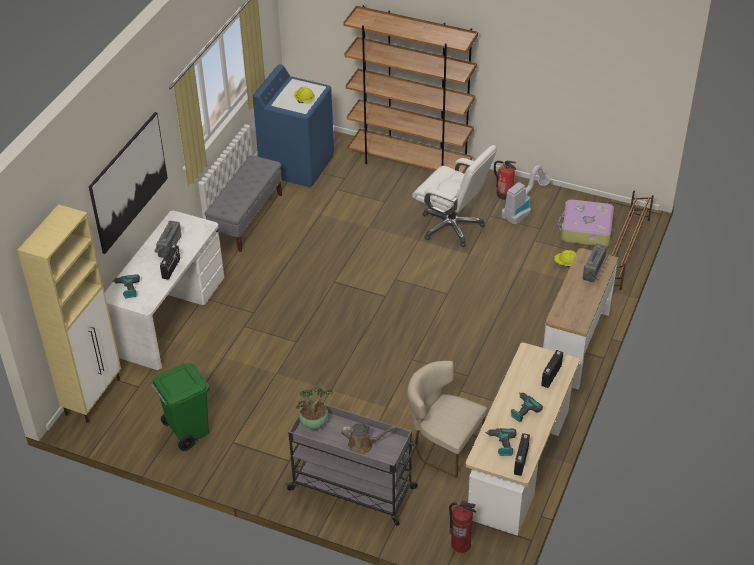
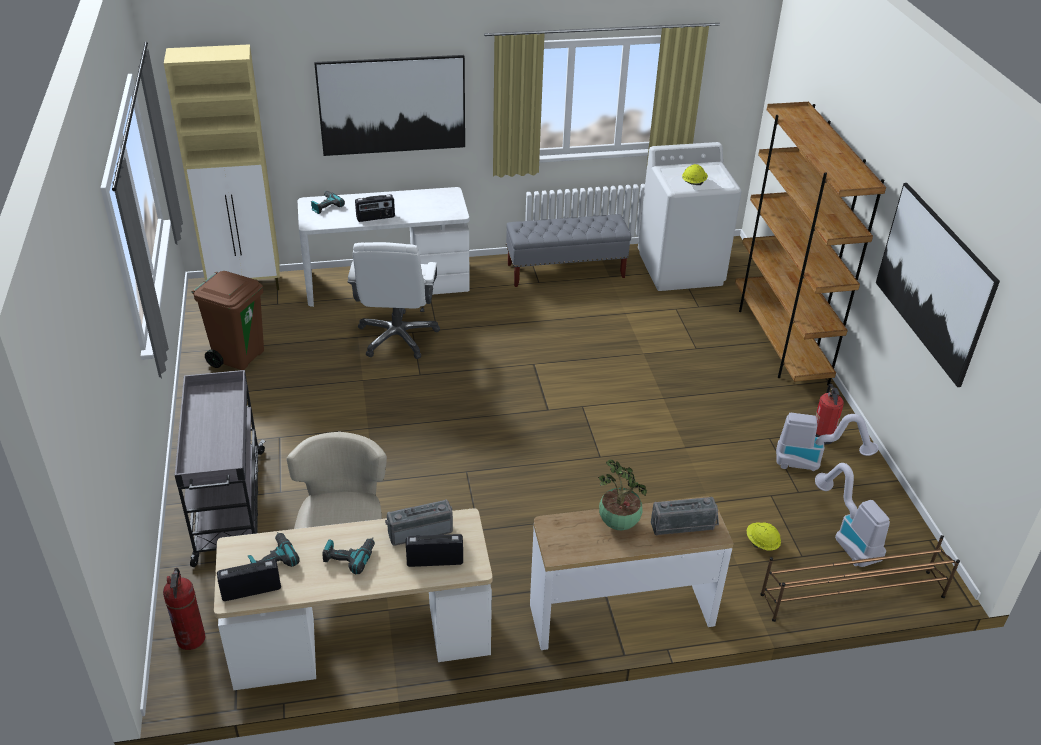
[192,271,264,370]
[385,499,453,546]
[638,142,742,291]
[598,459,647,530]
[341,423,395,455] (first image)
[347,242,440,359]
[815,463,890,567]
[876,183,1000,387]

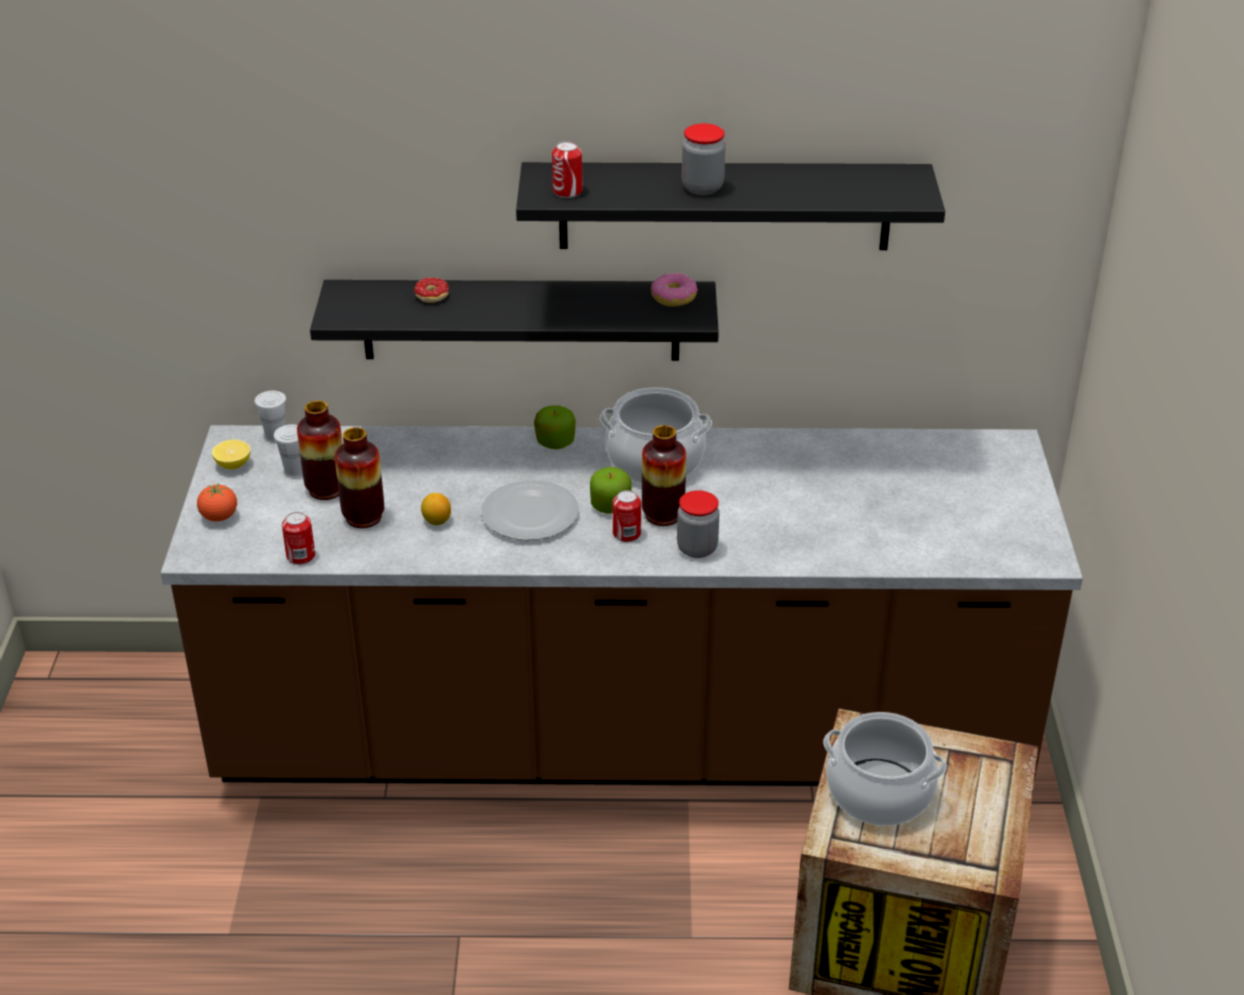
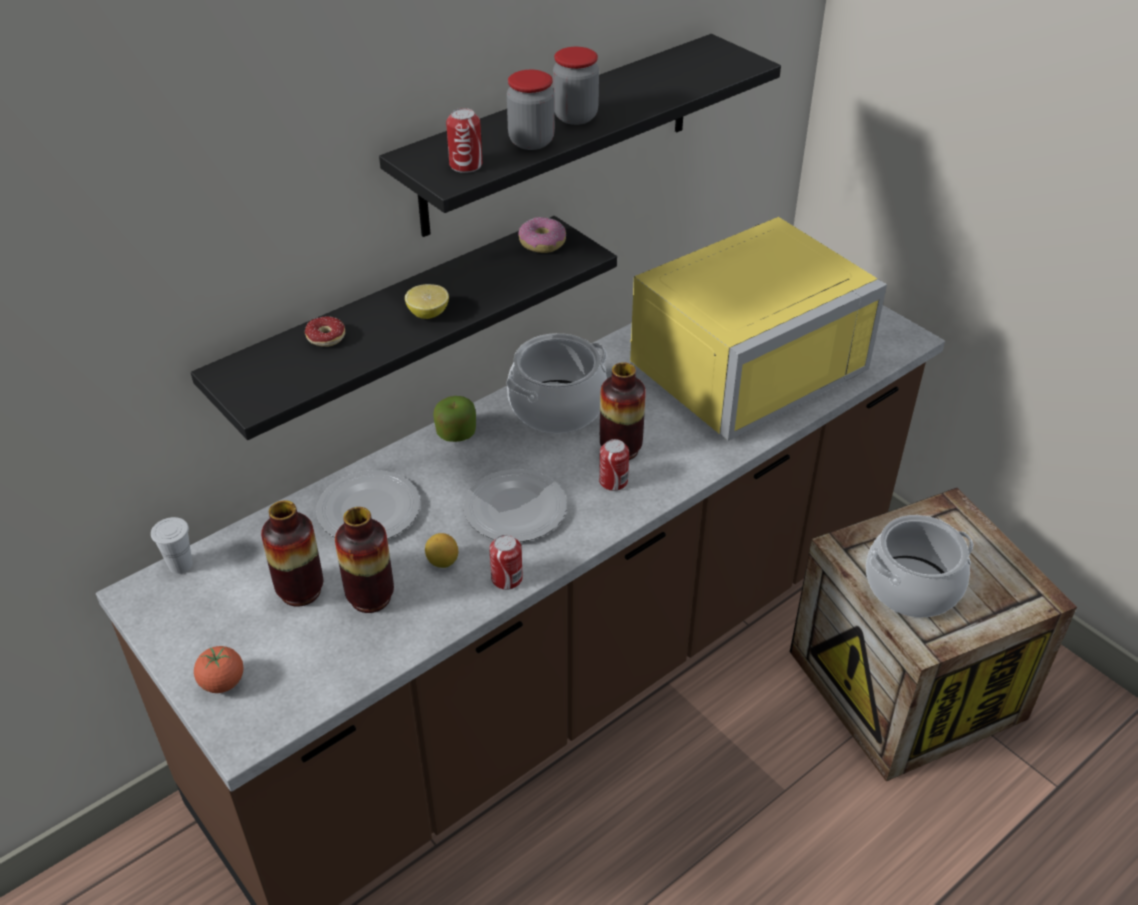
[405,284,449,319]
[274,424,302,476] (first image)
[489,535,523,590]
[590,467,632,514] (first image)
[507,70,555,150]
[316,470,420,539]
[630,217,887,441]

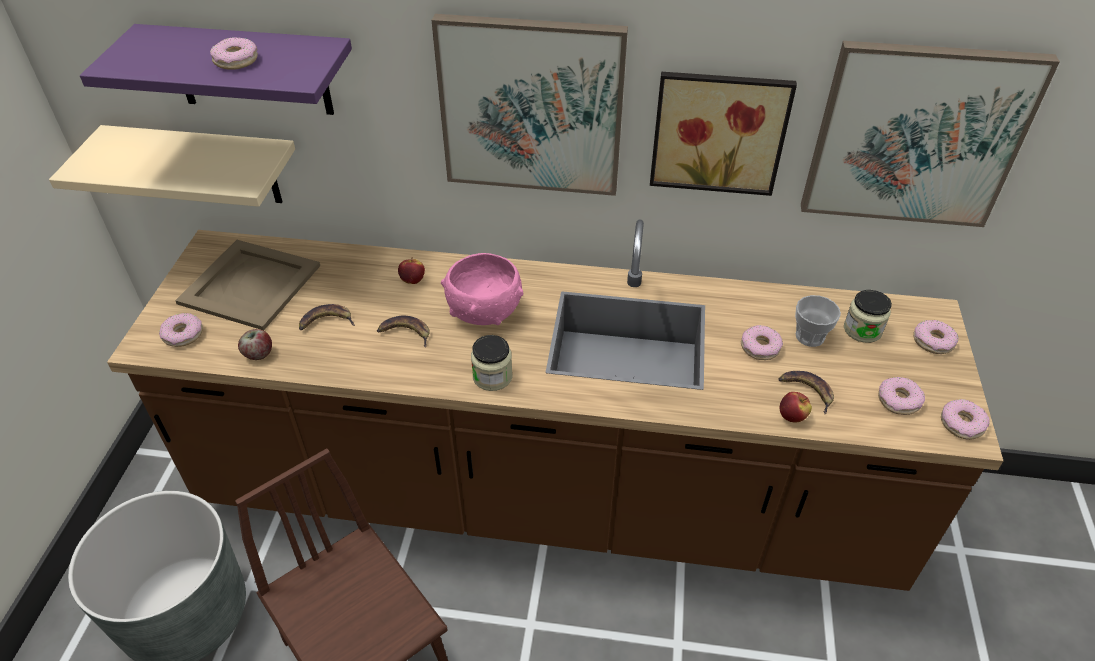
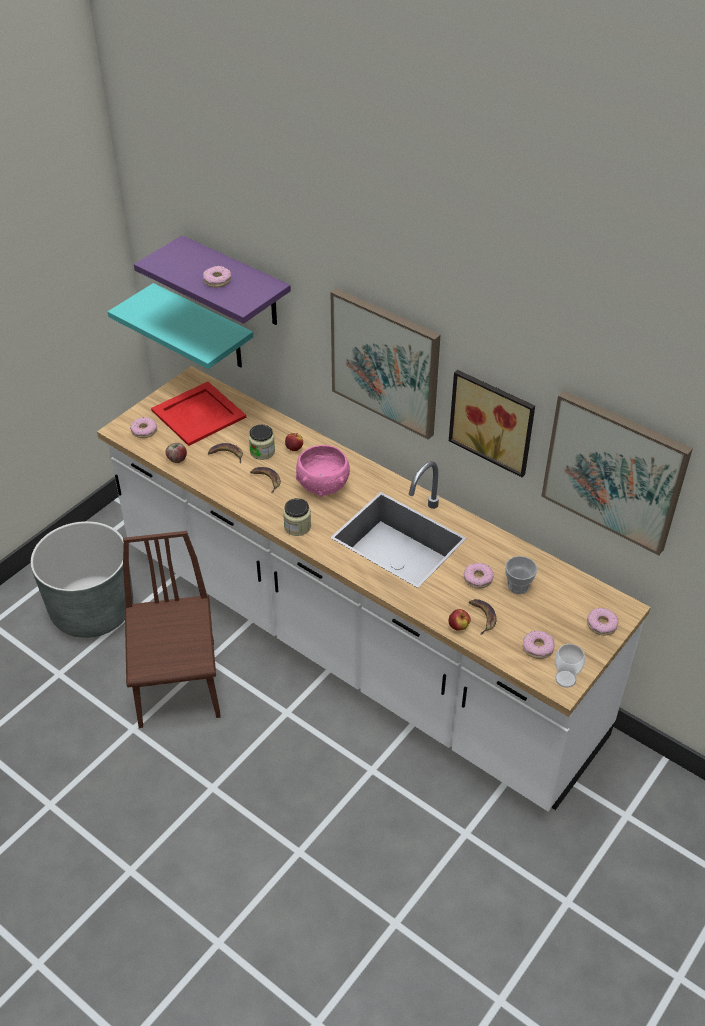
[108,283,253,369]
[97,366,651,812]
[151,382,246,446]
[249,425,275,460]
[555,644,585,688]

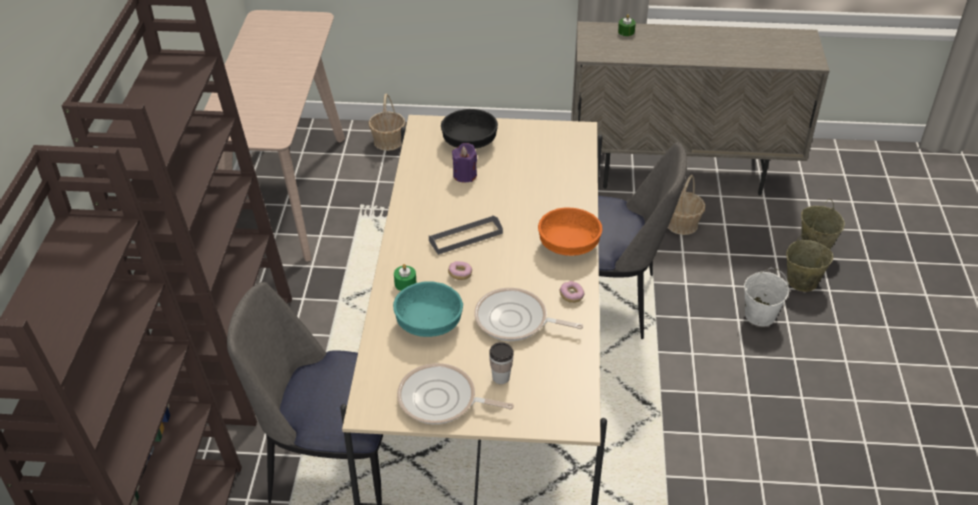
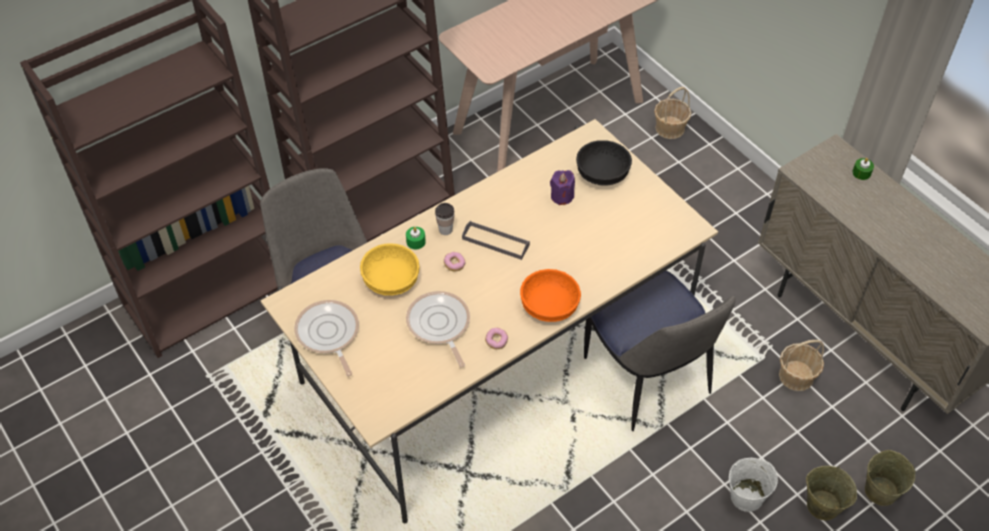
[360,243,420,296]
[435,203,455,235]

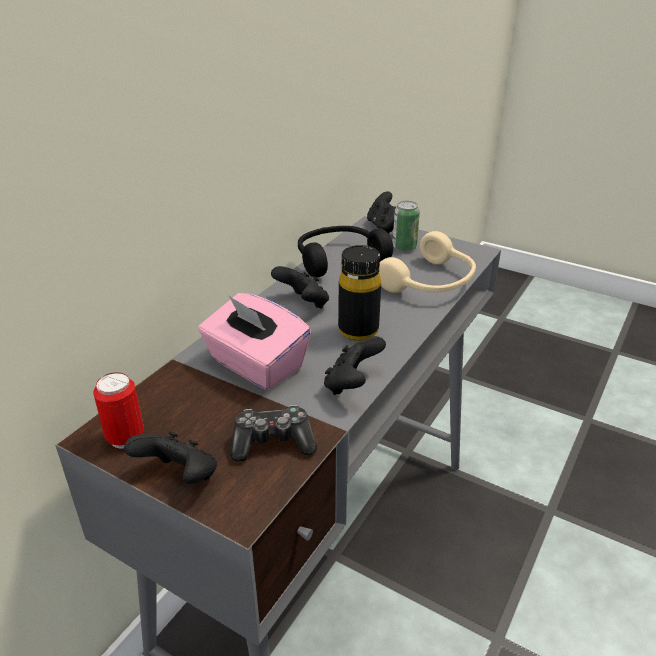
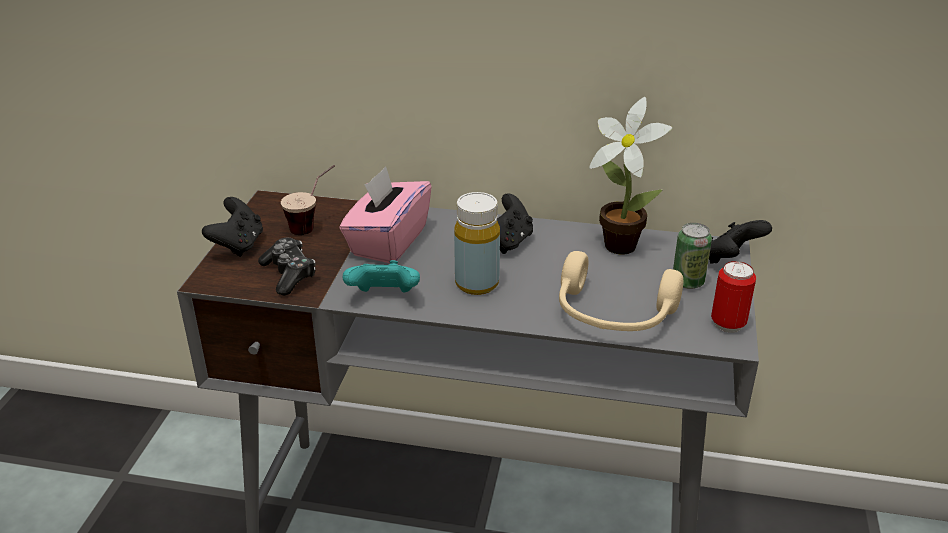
[711,261,756,333]
[589,97,672,254]
[343,260,420,292]
[454,192,500,295]
[281,165,335,235]

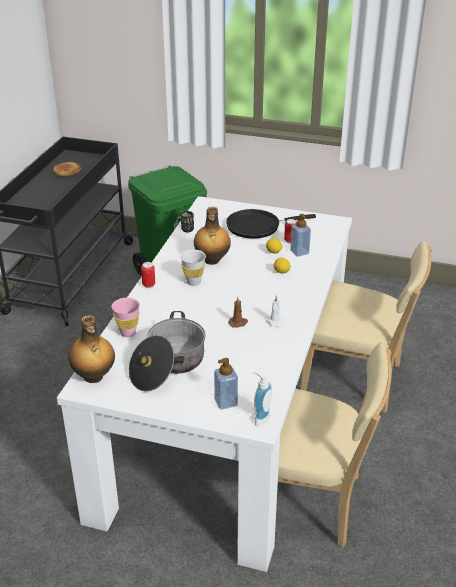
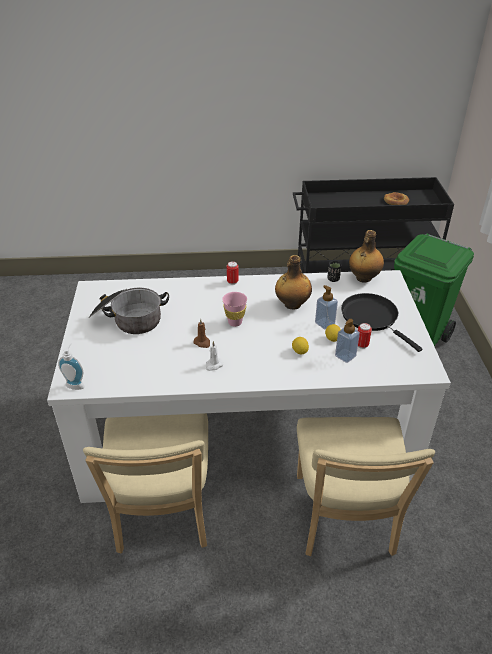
[349,230,384,283]
[222,292,247,327]
[180,250,206,286] (first image)
[315,285,338,329]

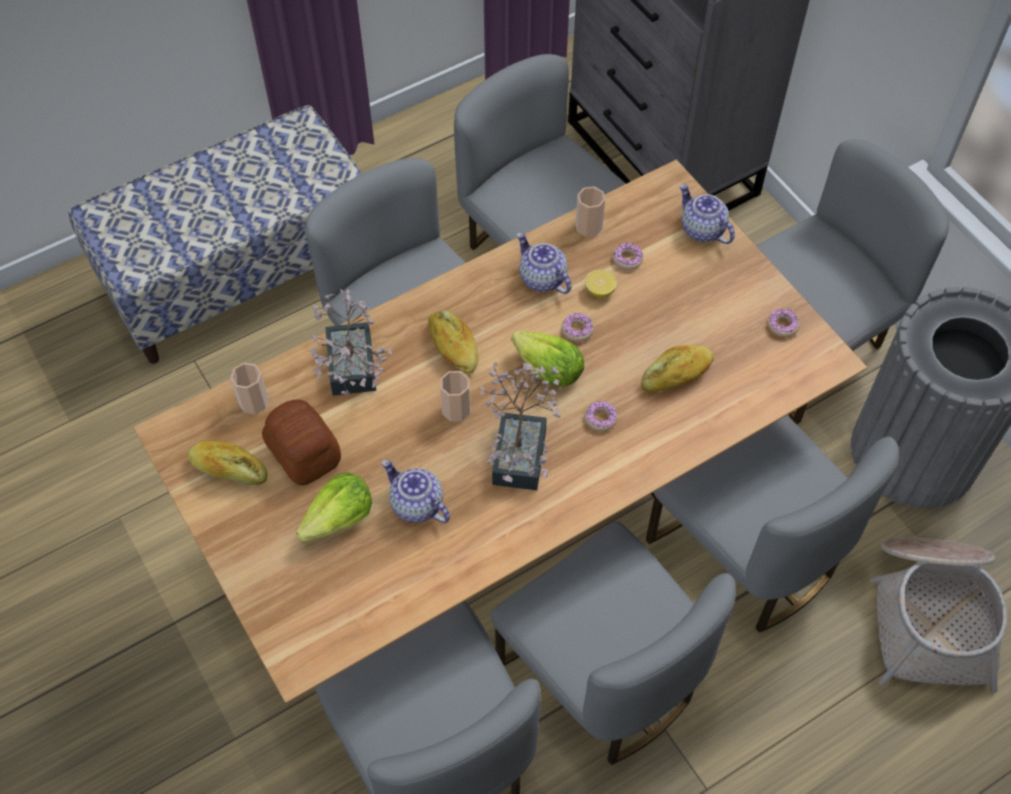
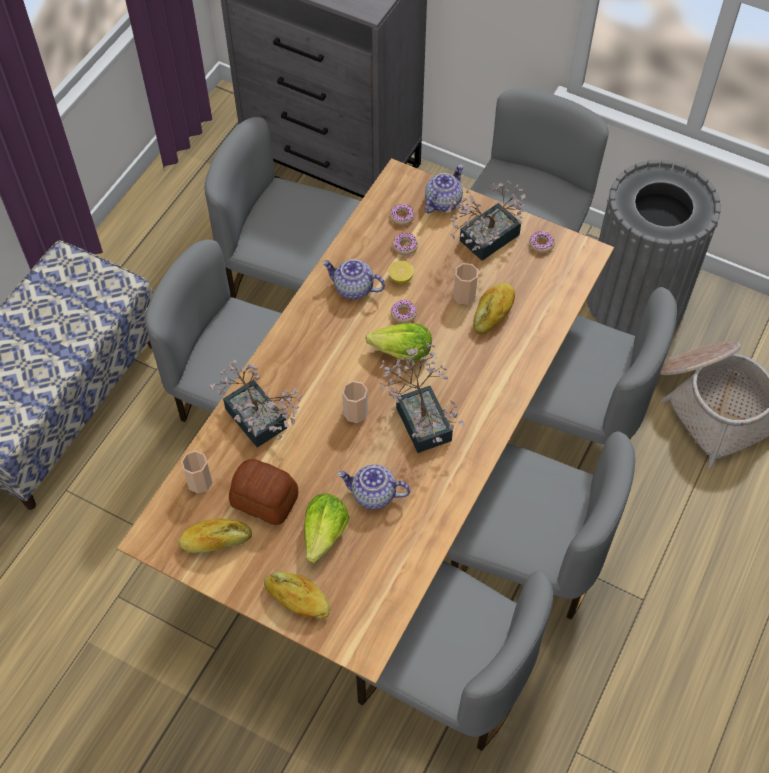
[264,571,330,618]
[453,263,478,305]
[390,204,415,225]
[425,164,463,213]
[447,181,525,261]

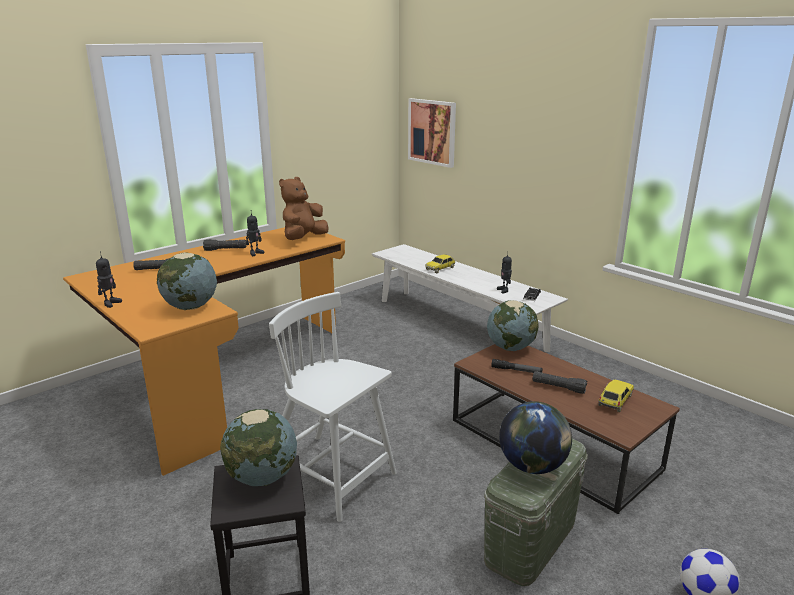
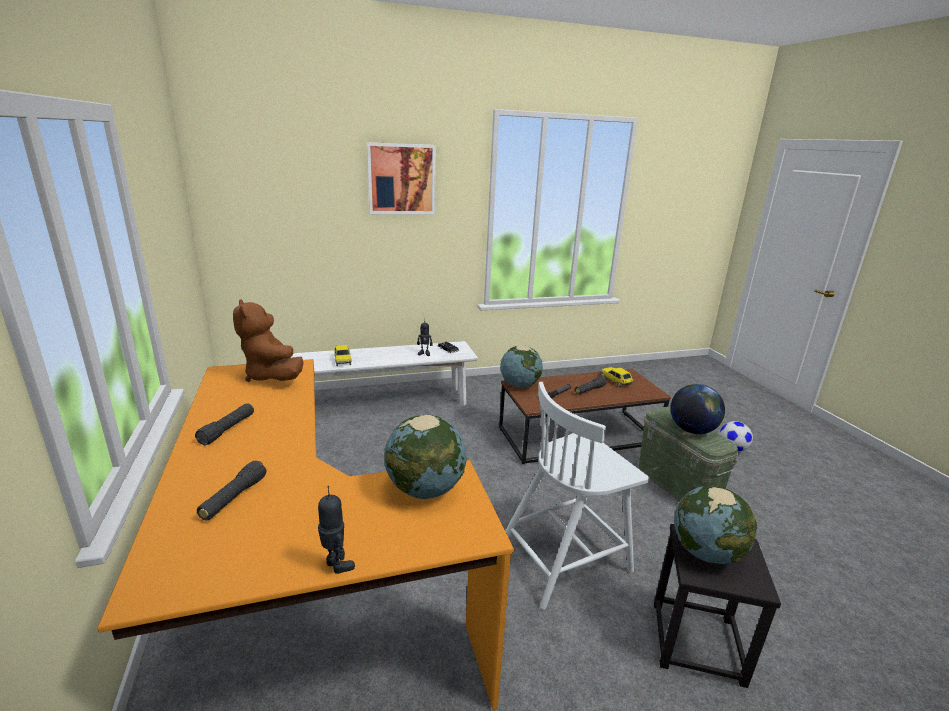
[246,212,264,256] (first image)
[367,142,436,214]

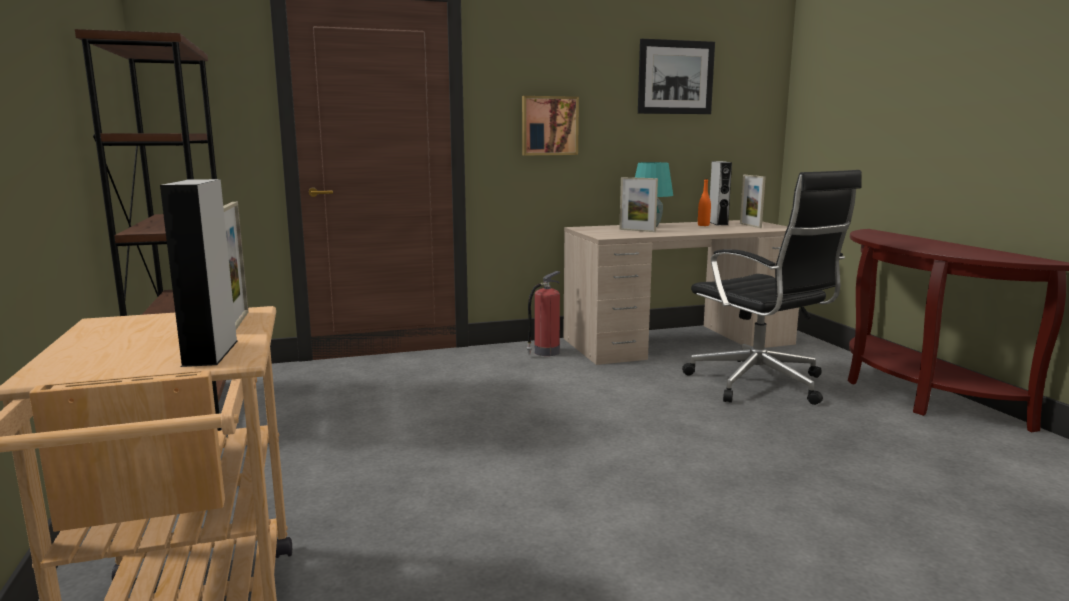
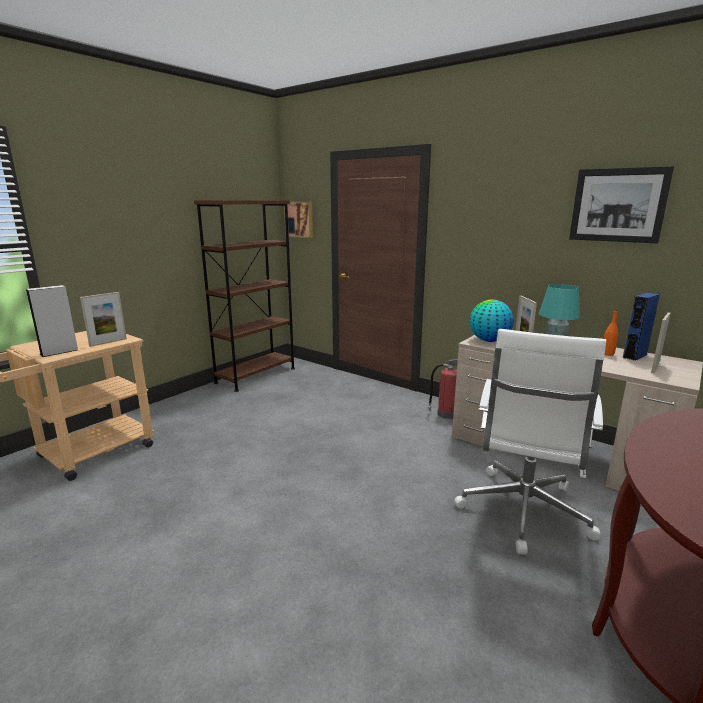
[284,201,313,238]
[454,329,606,554]
[622,293,660,361]
[470,299,514,342]

